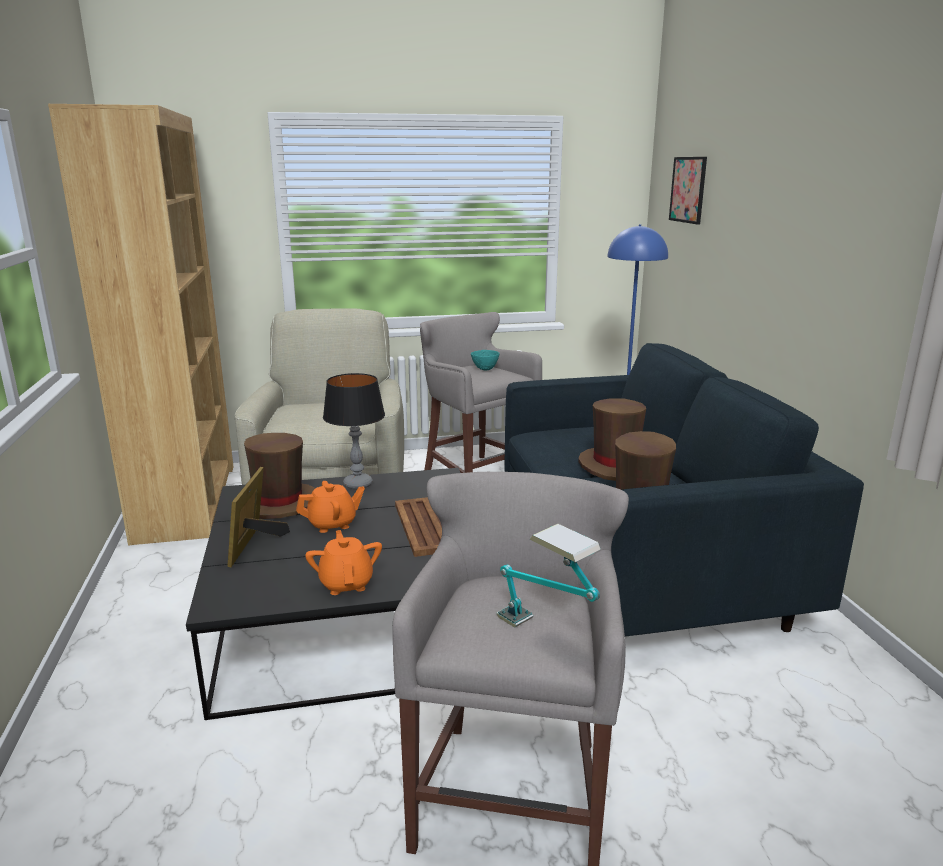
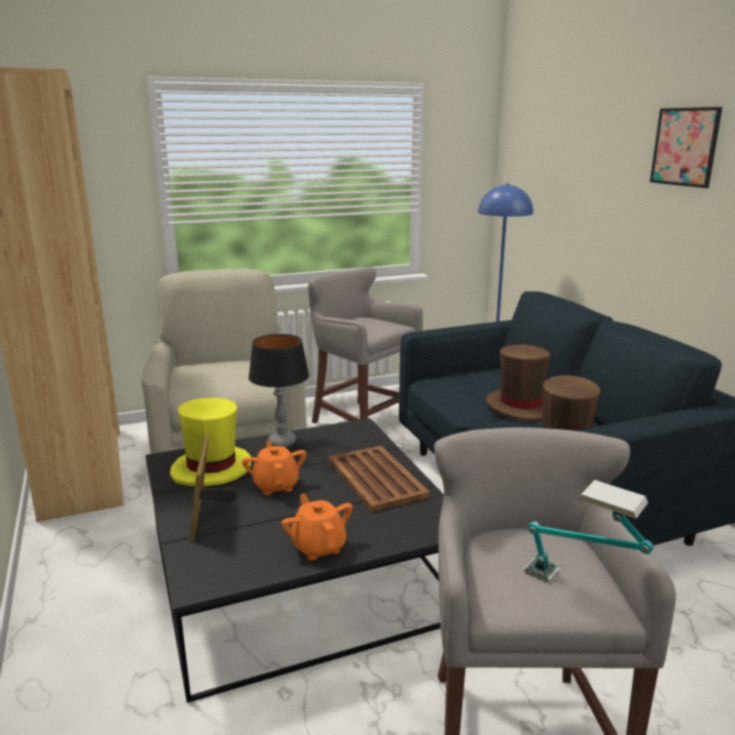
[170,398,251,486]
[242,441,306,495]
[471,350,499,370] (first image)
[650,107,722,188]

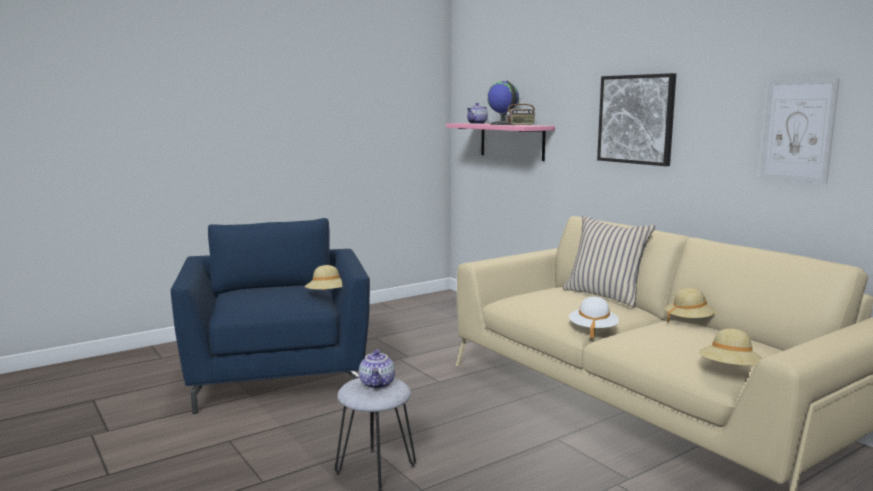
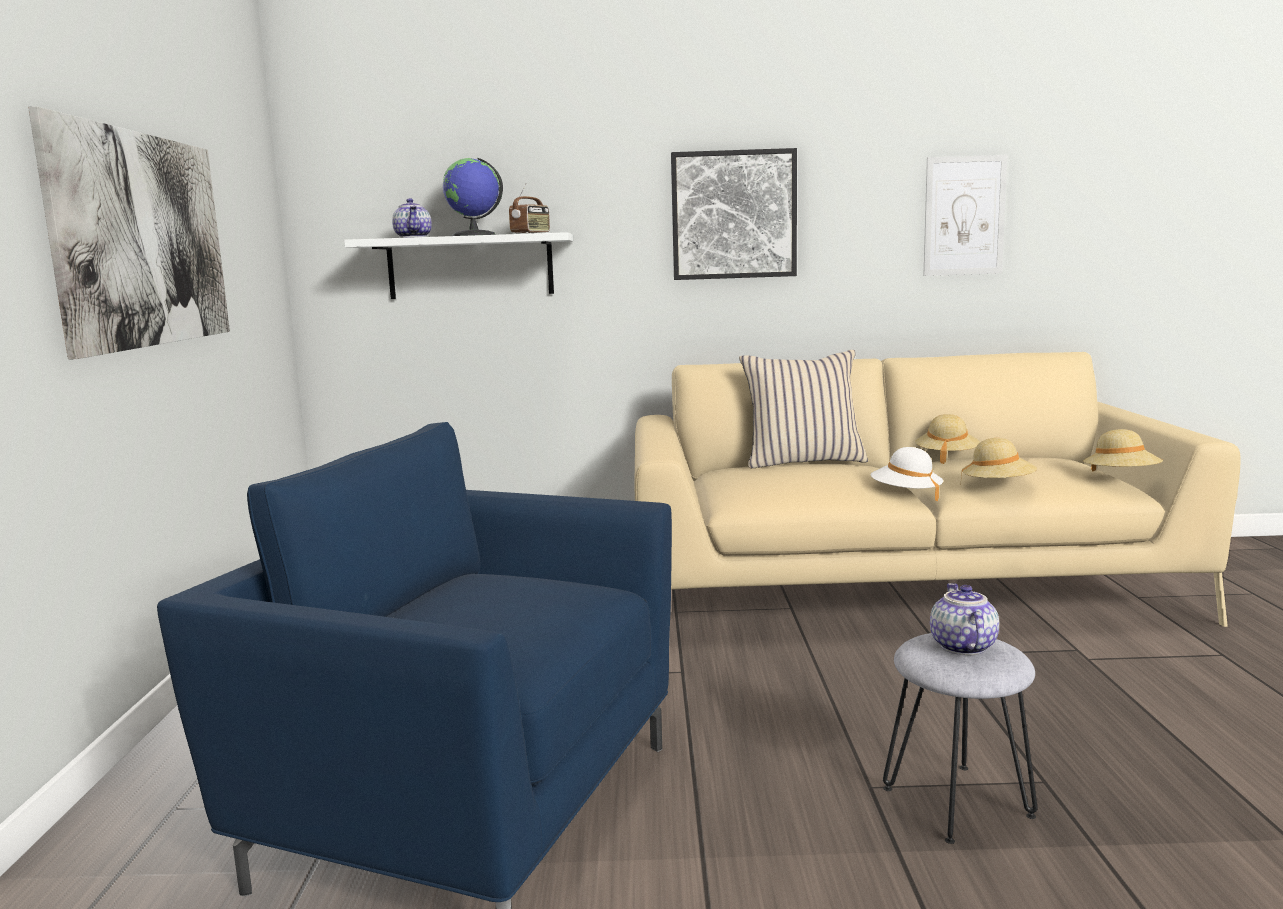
[961,438,1037,478]
[930,583,999,655]
[344,232,573,299]
[28,106,230,360]

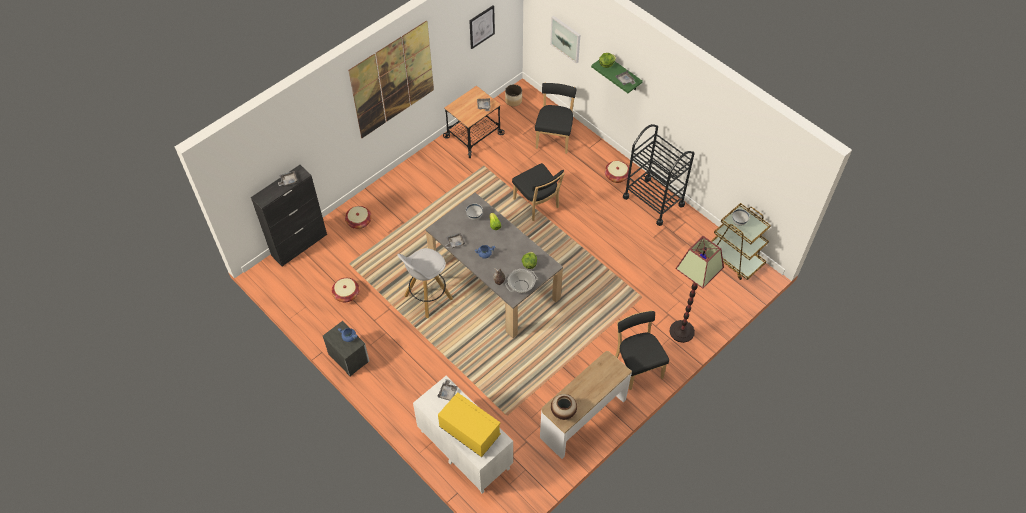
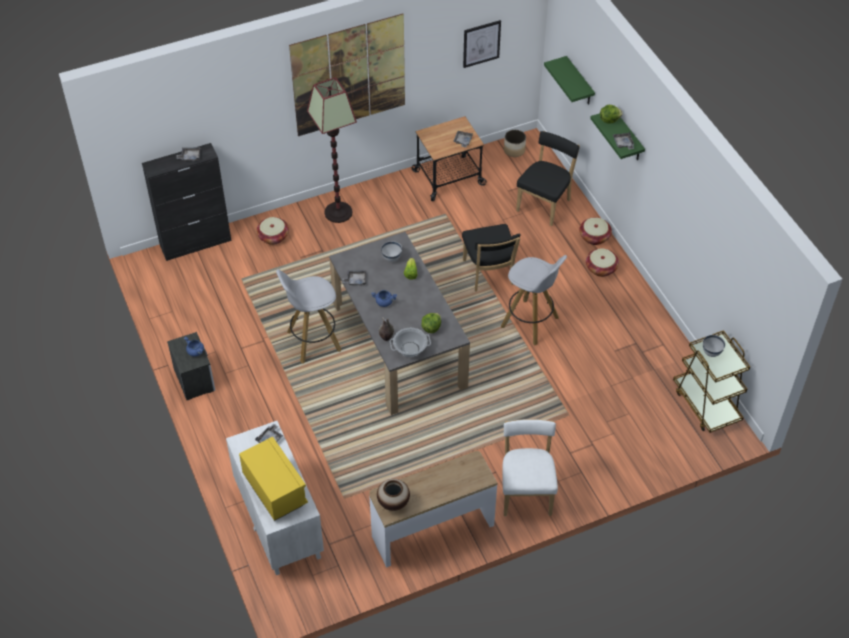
[579,217,612,245]
[544,56,595,105]
[502,419,558,516]
[623,124,695,226] (first image)
[307,77,357,223]
[501,255,567,346]

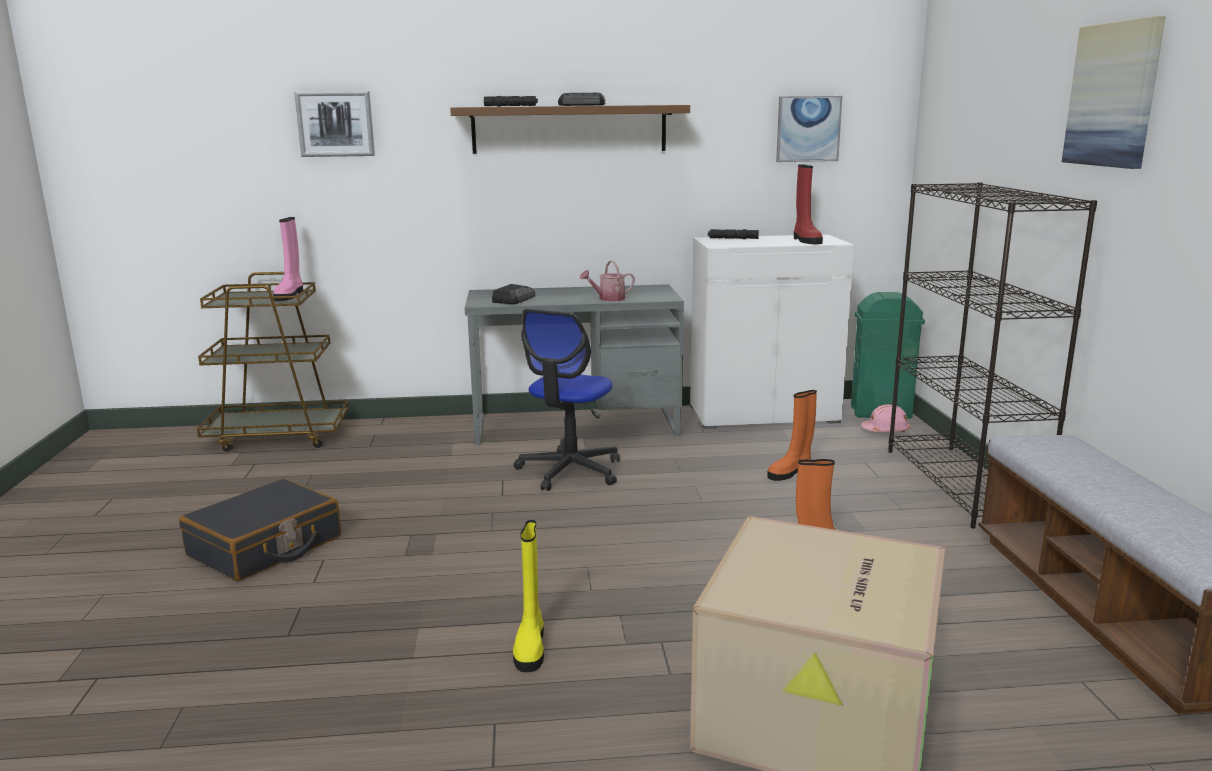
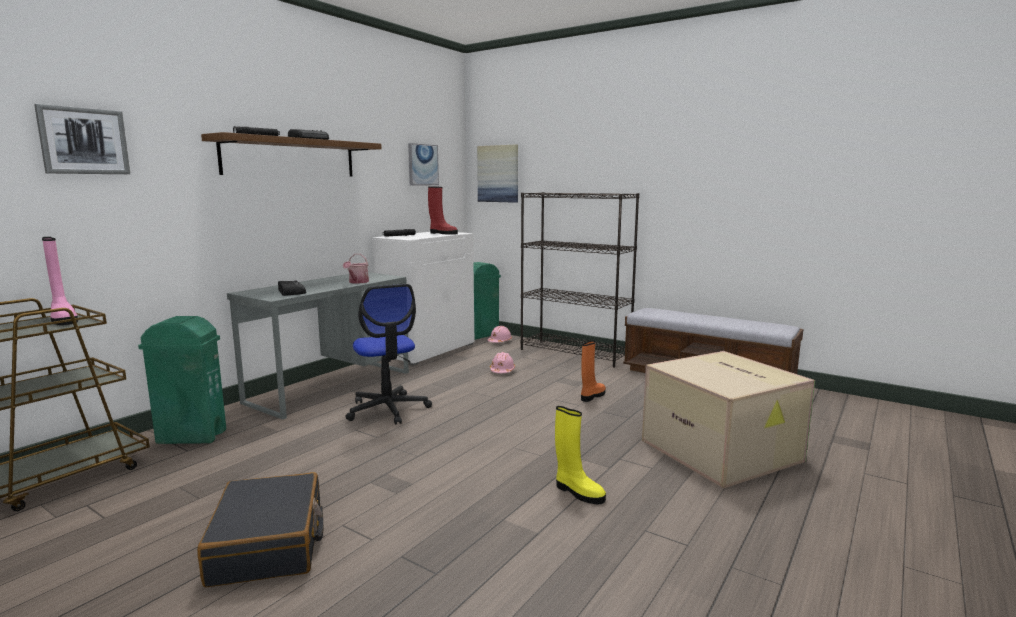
[490,352,515,373]
[477,144,518,203]
[138,316,226,444]

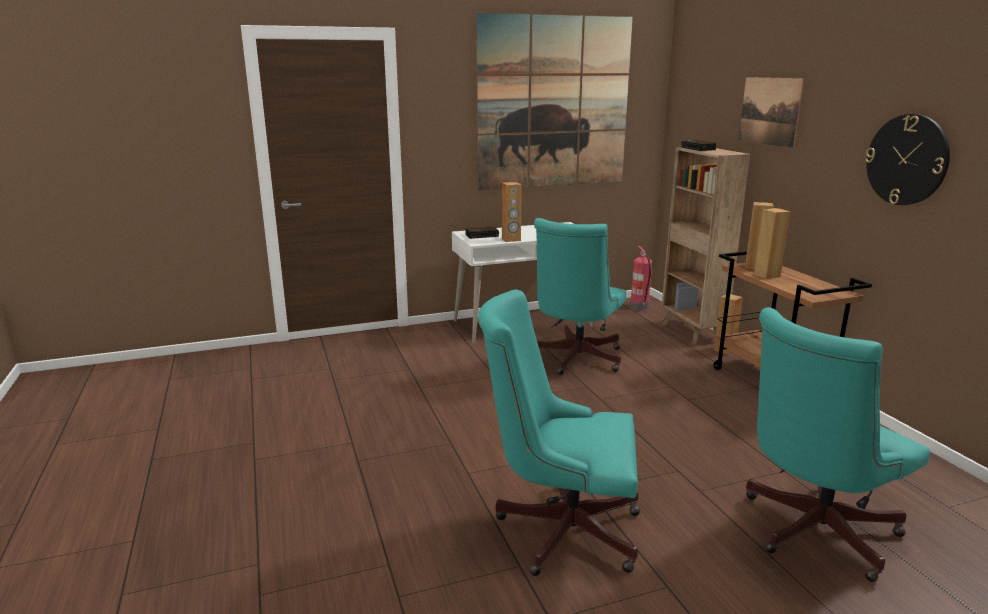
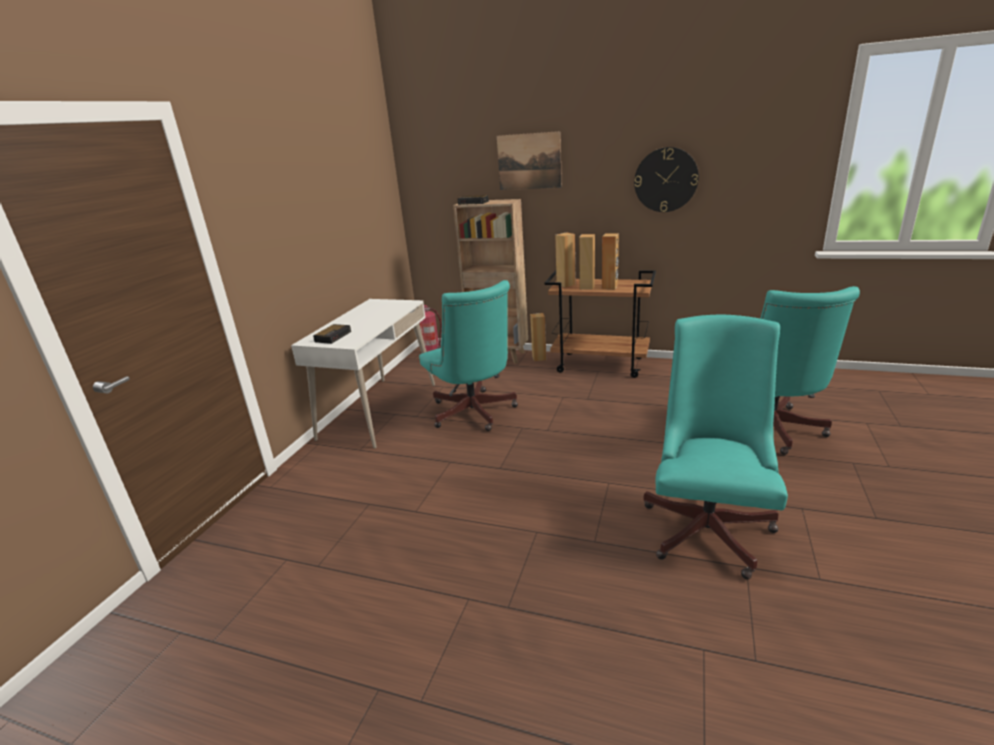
[476,13,633,190] (first image)
[643,315,788,579]
[602,233,619,289]

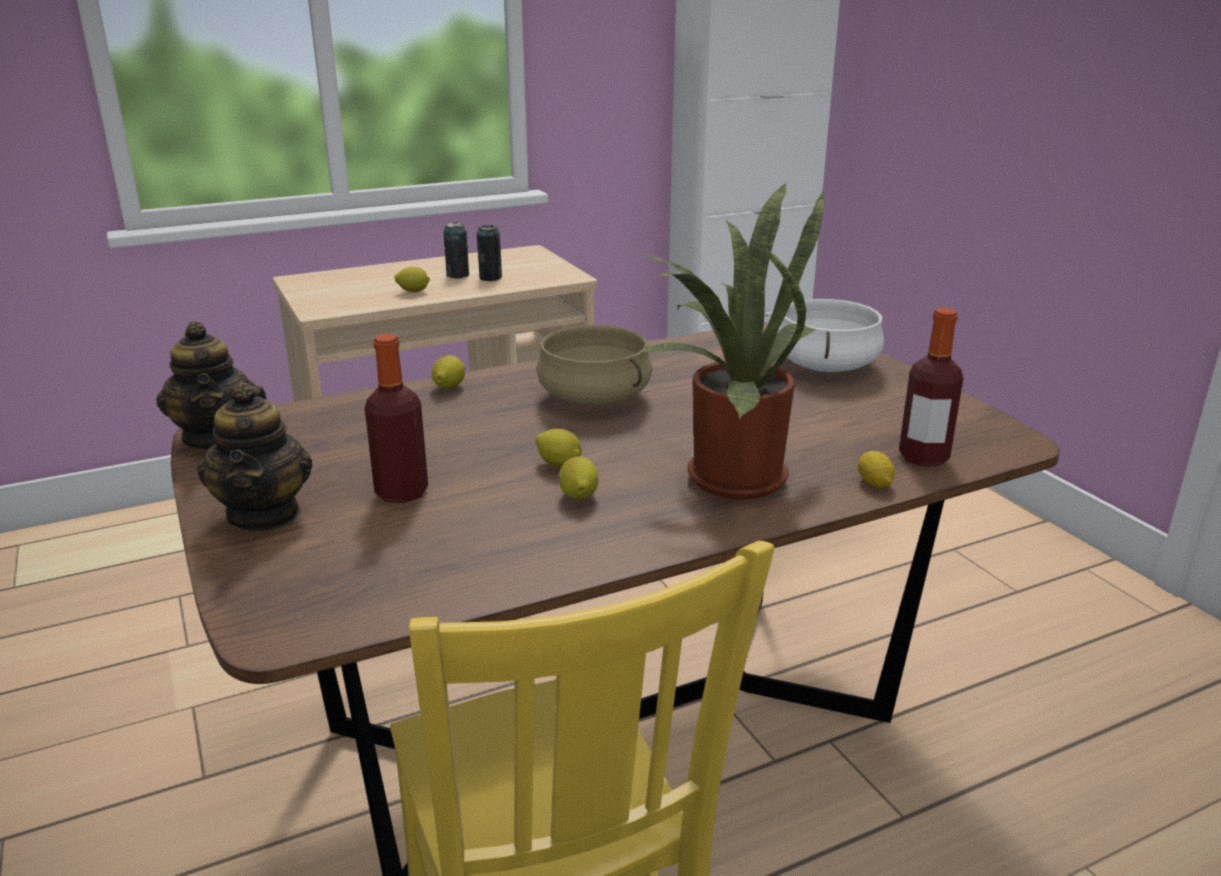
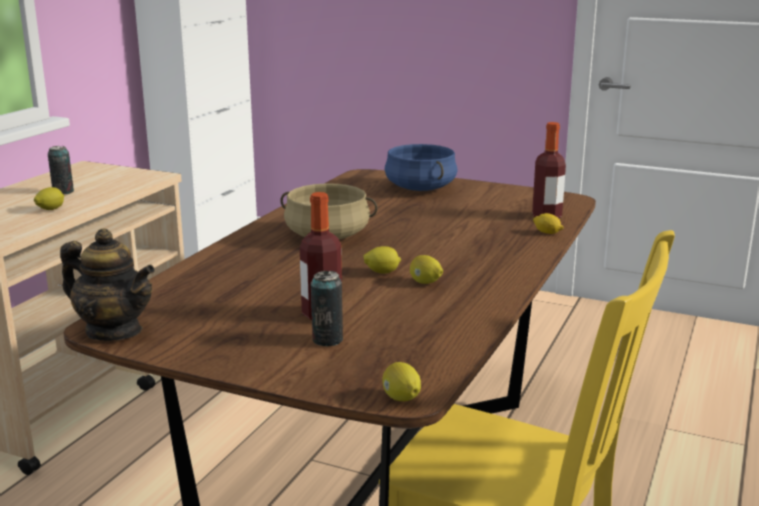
[197,382,313,531] (first image)
[382,362,421,401]
[311,271,343,346]
[638,183,824,500] (first image)
[384,144,458,191]

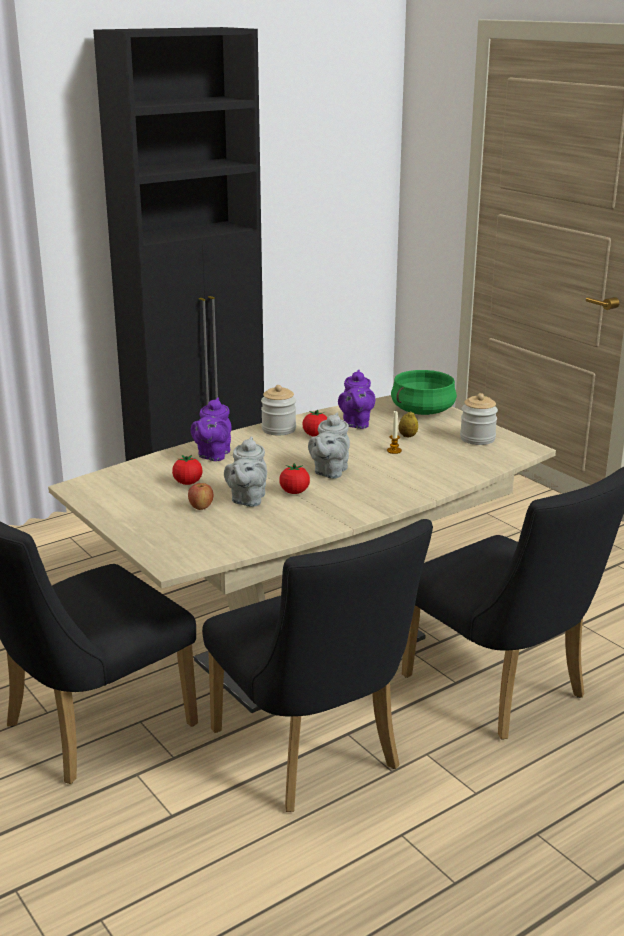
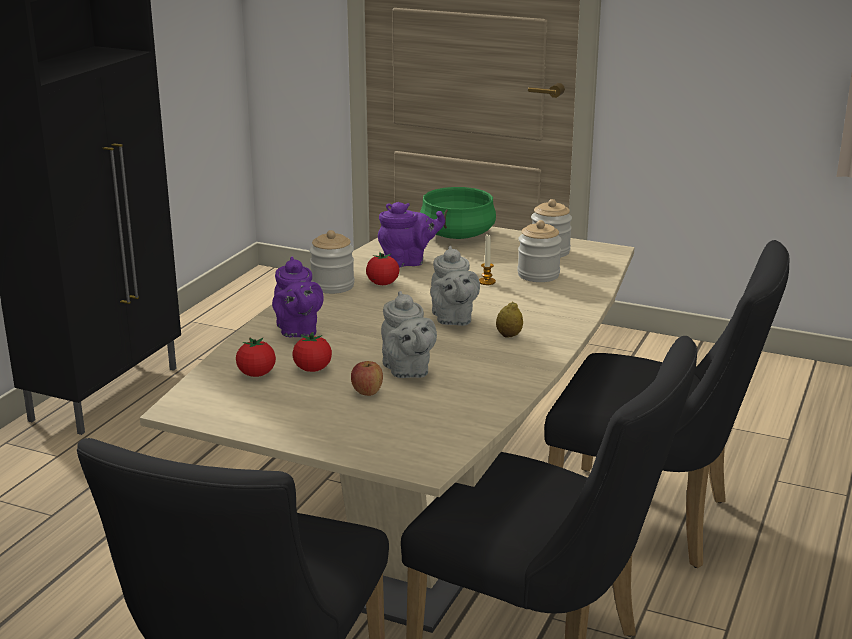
[236,337,276,377]
[378,202,445,267]
[496,302,523,337]
[517,220,562,282]

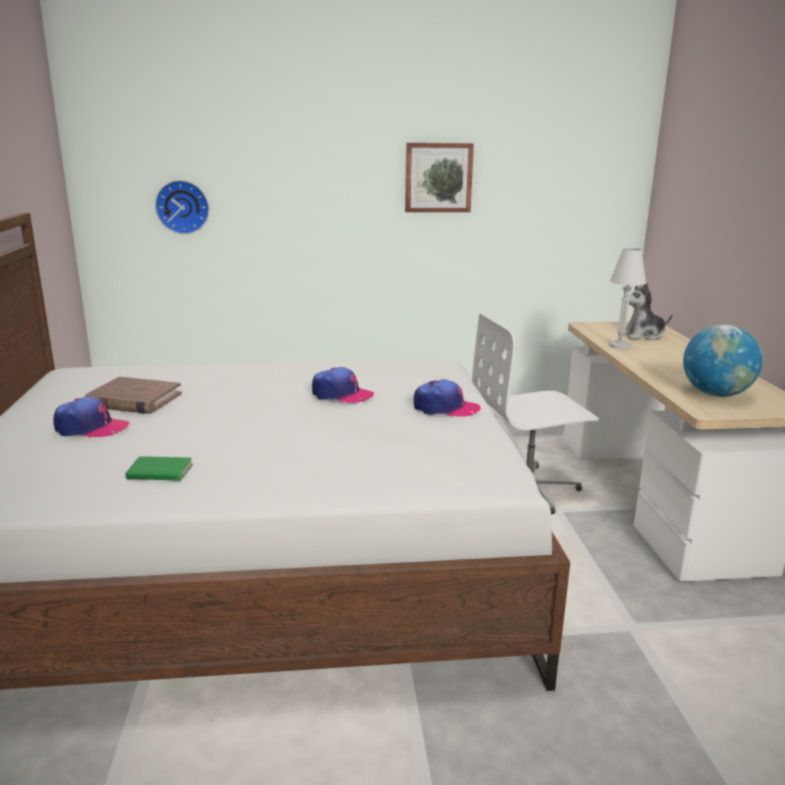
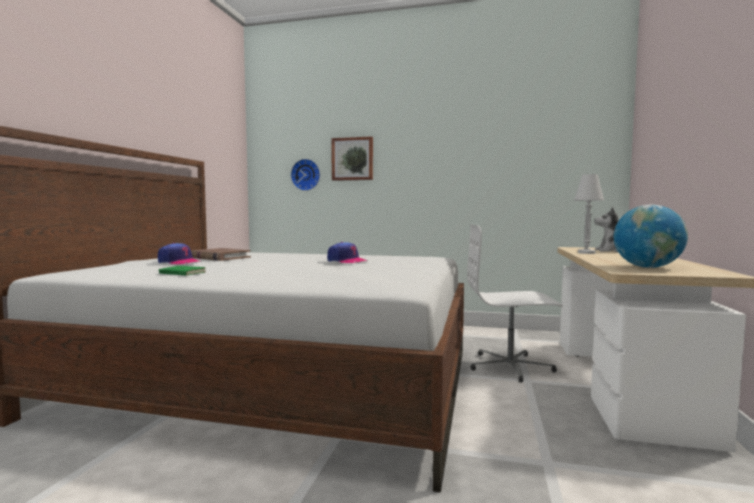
[331,136,373,181]
[414,379,480,417] (first image)

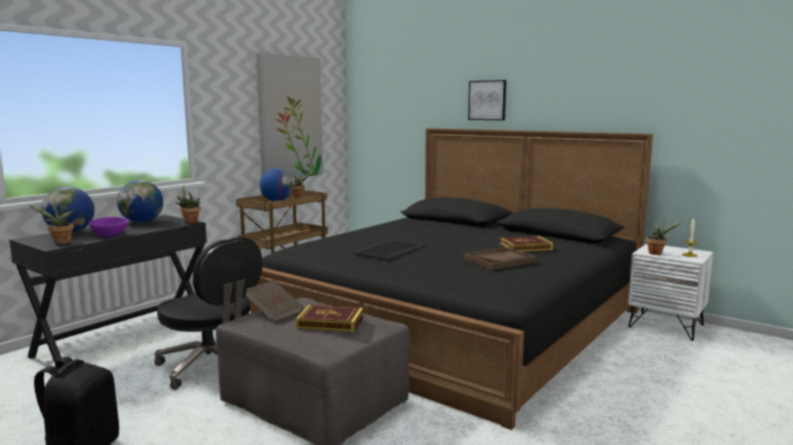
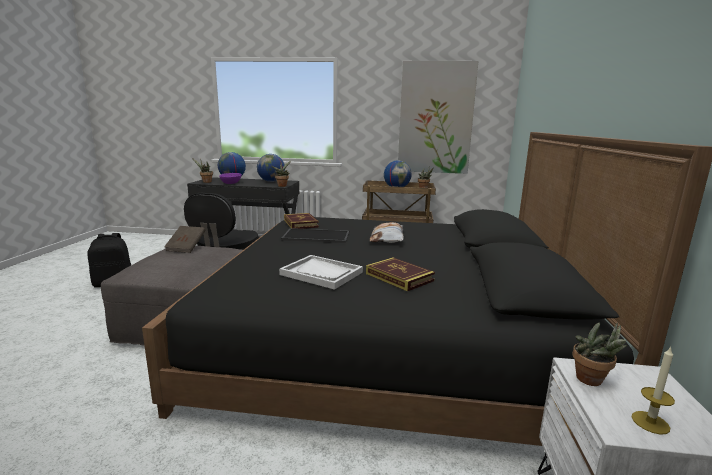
[284,213,319,229]
[279,255,363,290]
[468,80,506,120] (first image)
[370,222,404,243]

